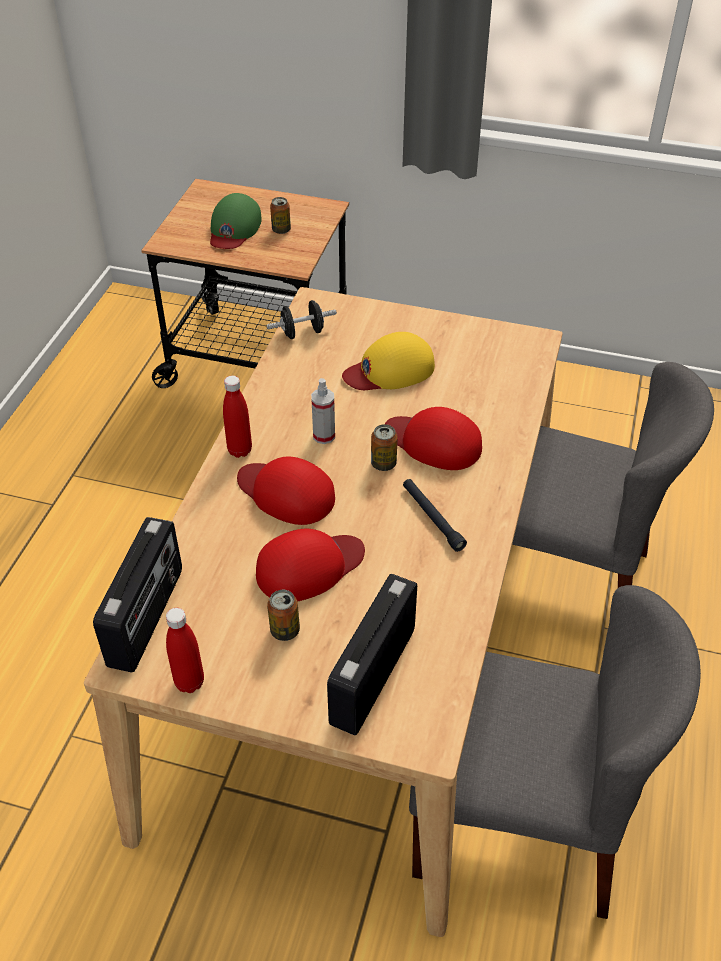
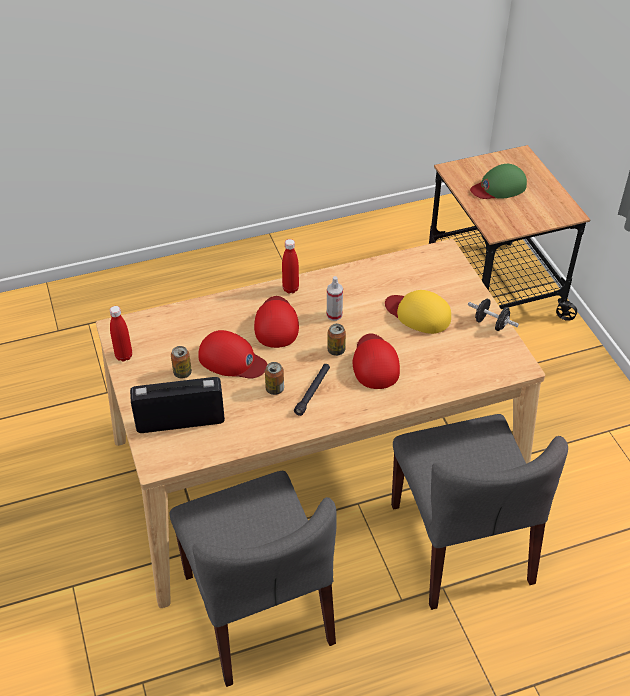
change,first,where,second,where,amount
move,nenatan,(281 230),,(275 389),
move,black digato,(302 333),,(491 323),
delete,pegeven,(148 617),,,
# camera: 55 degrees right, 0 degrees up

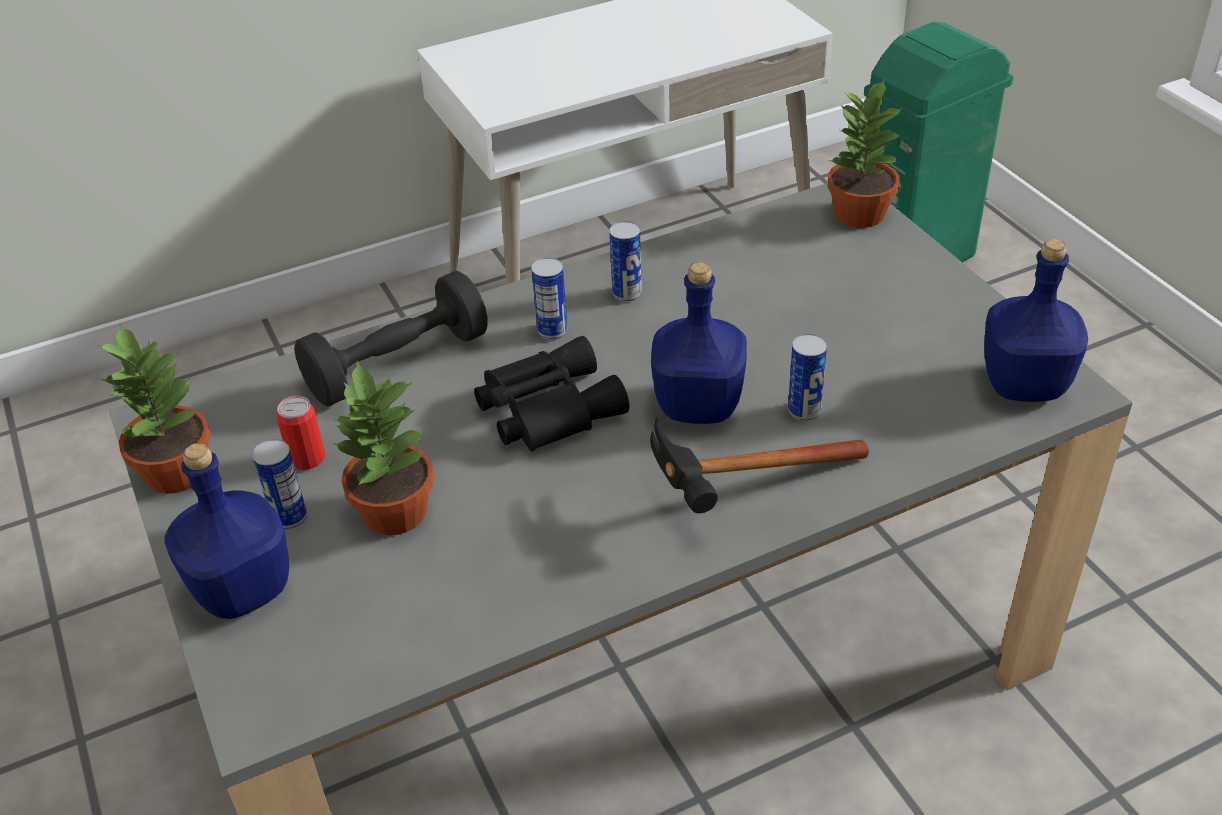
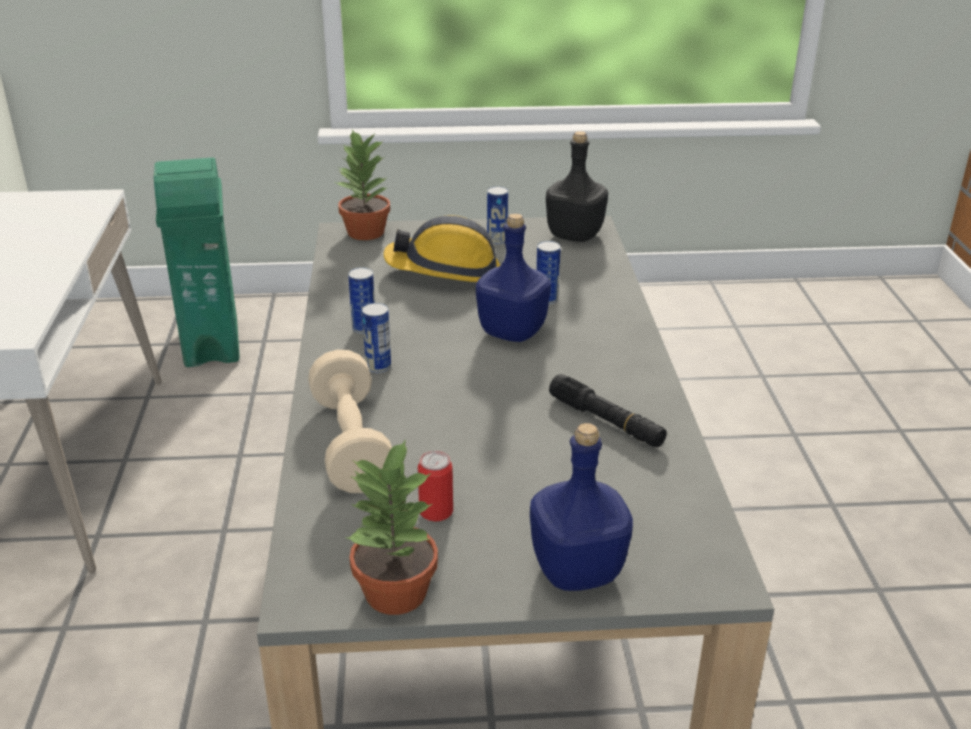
change,first,where,second,where,amount
recolor,black digato,(398 364),beige digato,(351 444),
insert,,,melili,(445 271),
move,nenatan,(290 518),,(497 240),
recolor,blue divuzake,(1023 383),black divuzake,(573 235),
insert,,,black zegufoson,(606 421),
delete,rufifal,(395 514),,,
delete,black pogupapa,(546 407),,,
delete,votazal,(739 495),,,
# camera: 70 degrees left, 10 degrees down

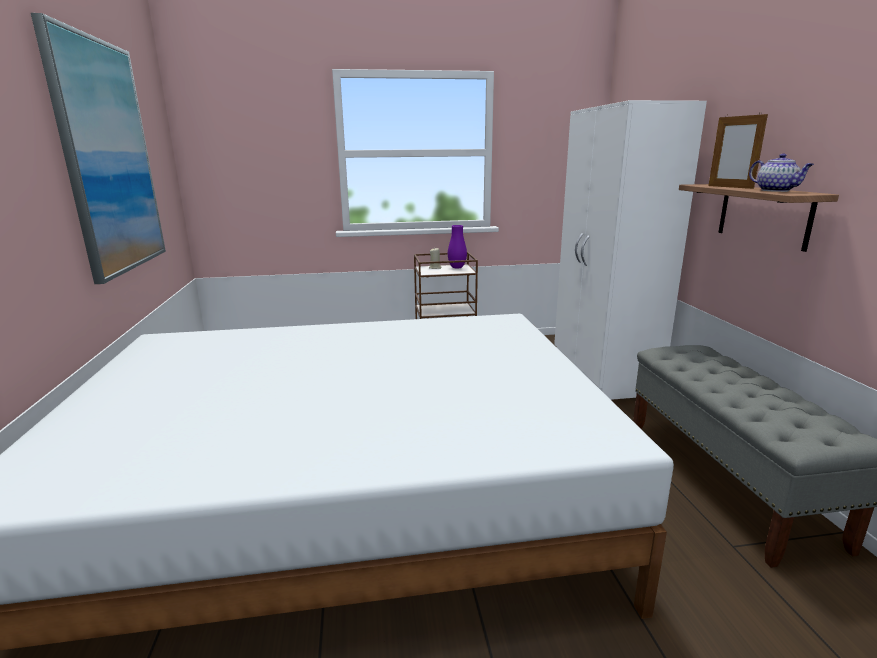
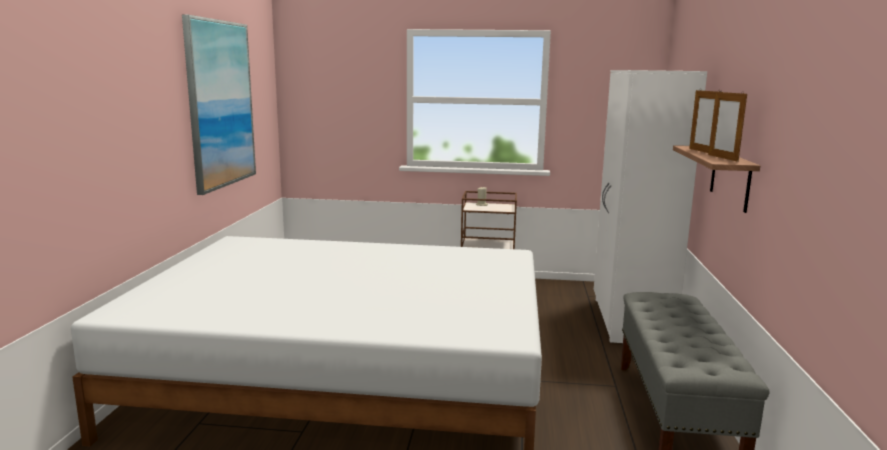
change,first,where,second,where,amount
replace,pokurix,(776 190),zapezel,(722 158),
delete,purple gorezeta,(457 267),,,
# camera: 15 degrees right, 5 degrees down

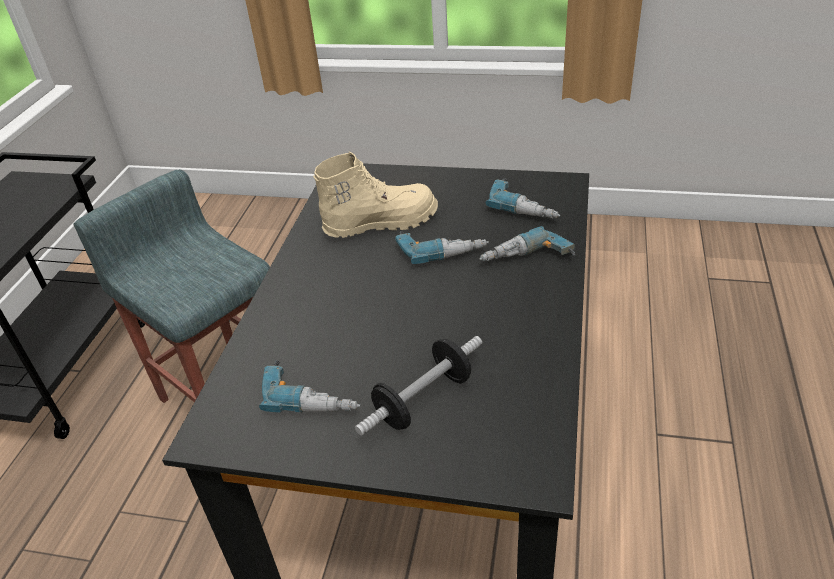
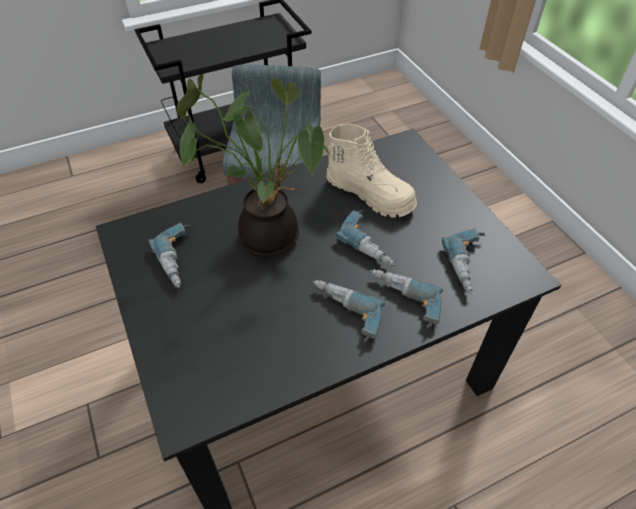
change,first,where,second,where,amount
insert,,,rufifal,(269 232),
insert,,,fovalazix,(343 314),
delete,digato,(423 400),,,
# camera: 50 degrees right, 10 degrees up

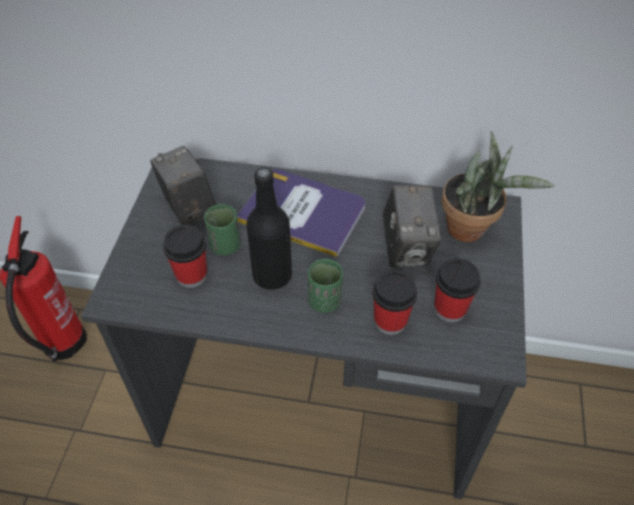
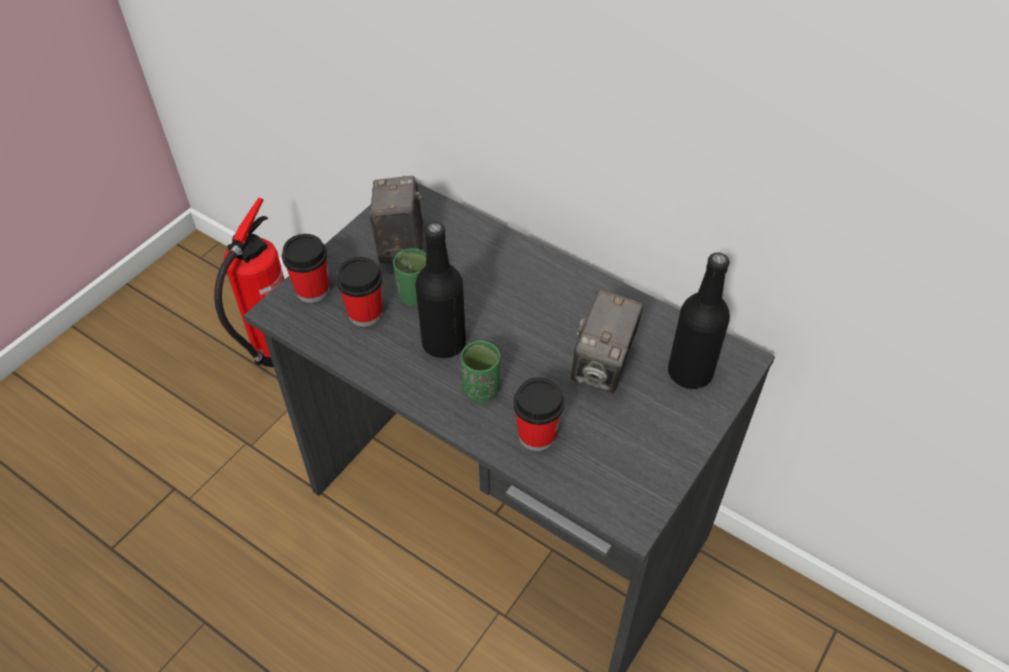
change,first,where,second,where,amount
move,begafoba,(450 309),,(312 290),
replace,rufifal,(471 230),black divuzake,(690 373),
delete,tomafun,(303 212),,,
# camera: 25 degrees right, 0 degrees up

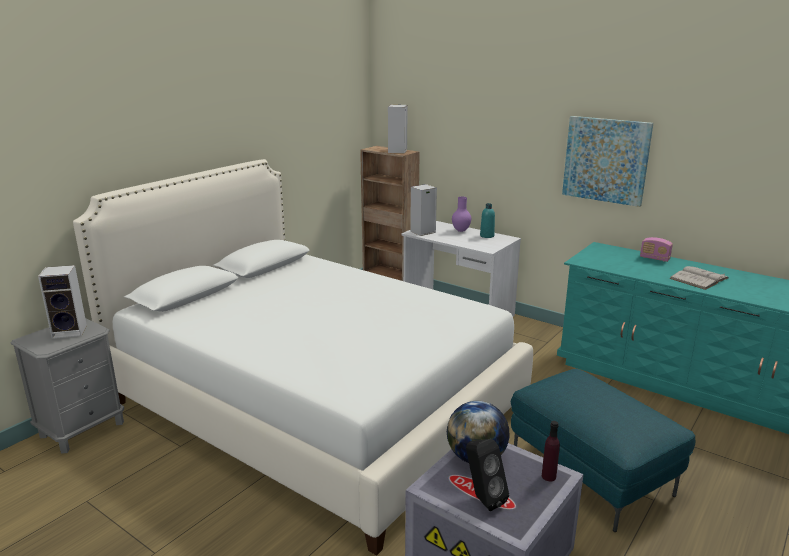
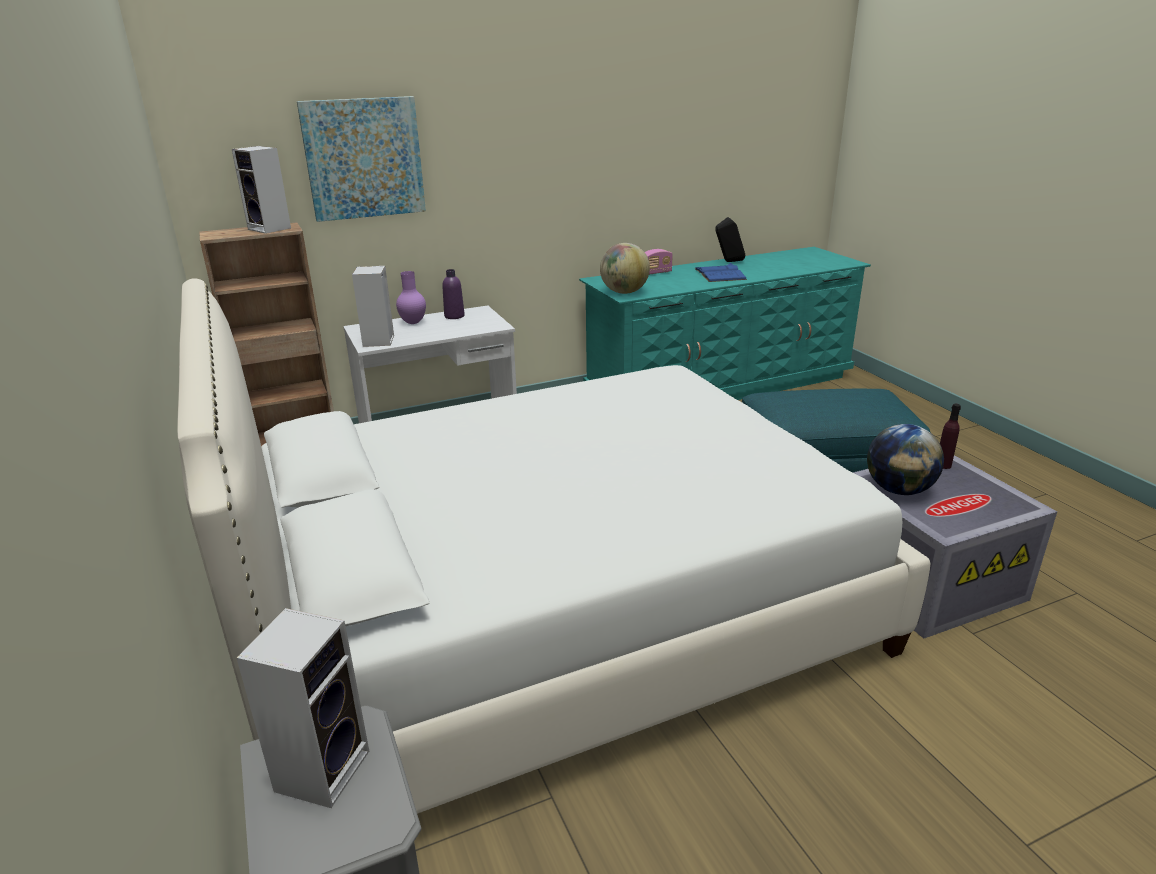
change,first,where,second,where,amount
move,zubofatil,(606 160),,(364 158),
recolor,turquoise divuzake,(487 236),purple divuzake,(454 316),
insert,,,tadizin,(624 292),
recolor,white tomafun,(699 278),blue tomafun,(720 274),
move,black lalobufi,(482 499),,(728 261),
# camera: 60 degrees left, 5 degrees up

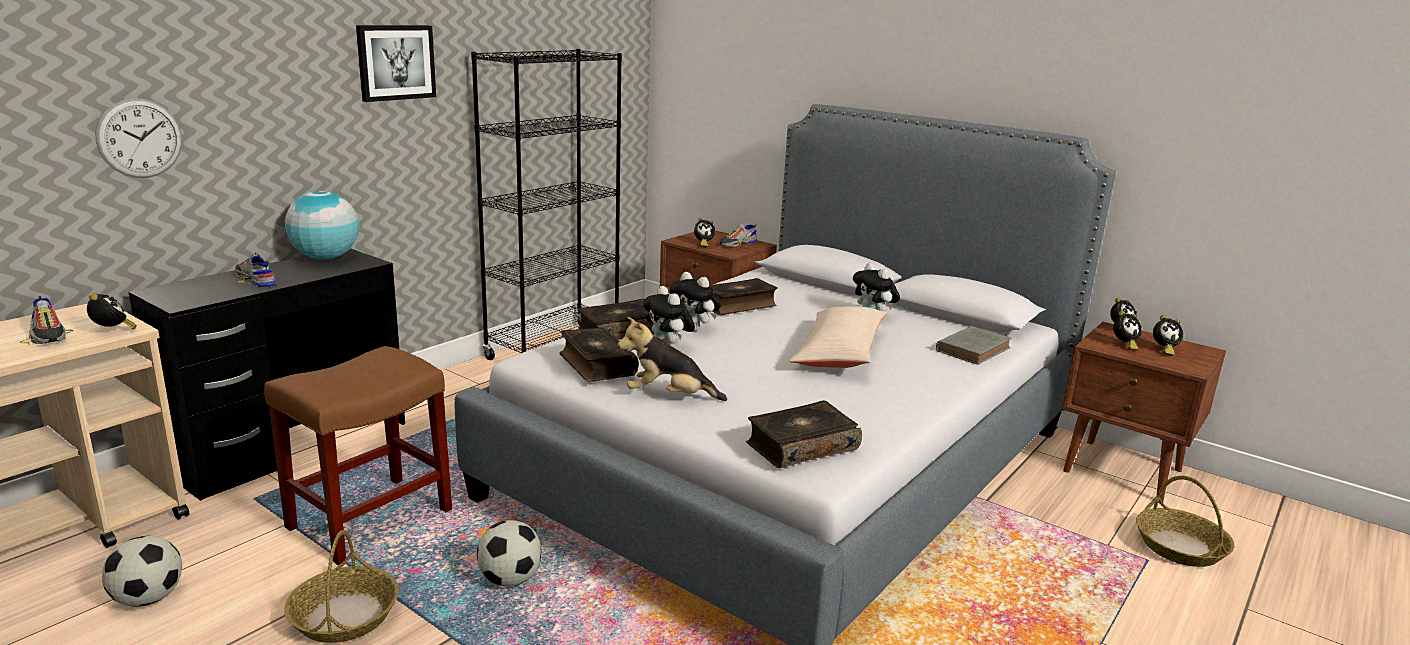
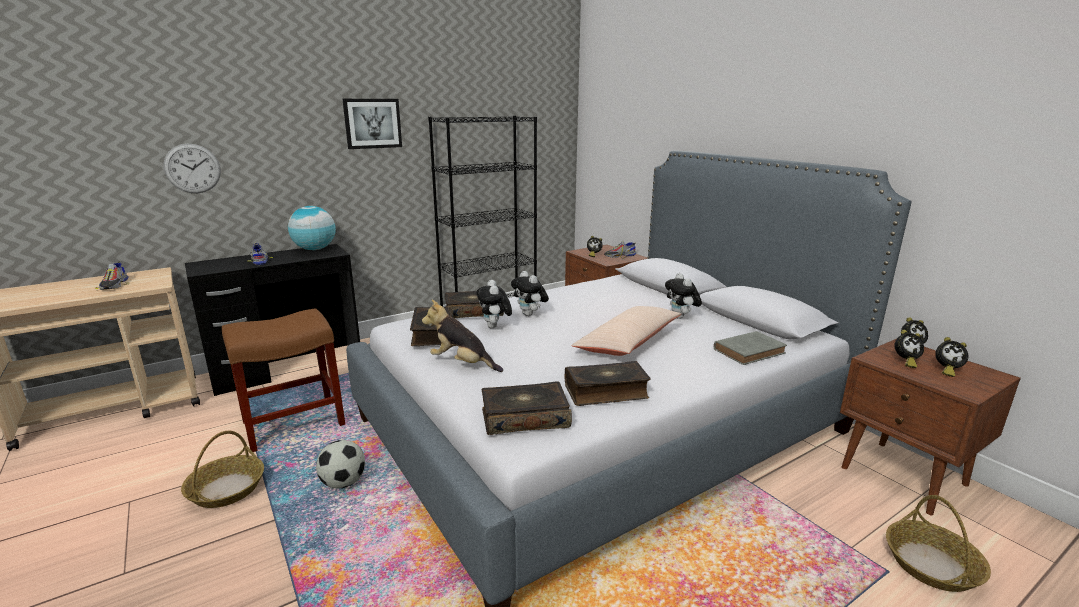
change,first,where,second,where,amount
move,tomafun,(737 305),,(606 392),
delete,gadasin,(113 331),,,
delete,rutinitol,(148 598),,,
# camera: 20 degrees right, 0 degrees up

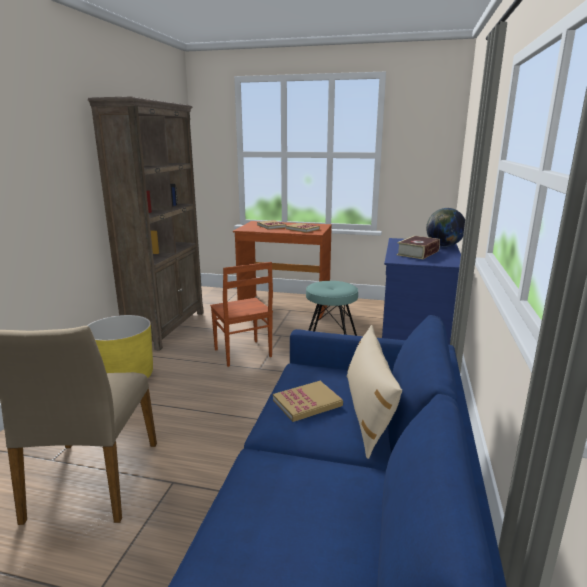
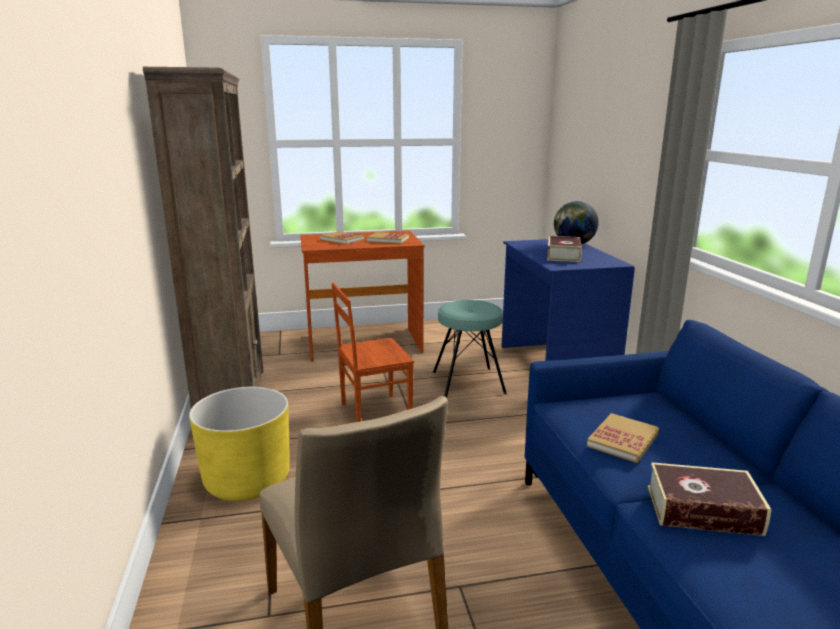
change,first,where,second,where,amount
rotate,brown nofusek,(242 353),,(374 412),120 degrees clockwise
insert,,,tomafun,(703 510),
delete,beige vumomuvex,(368 412),,,
# camera: 25 degrees left, 0 degrees up

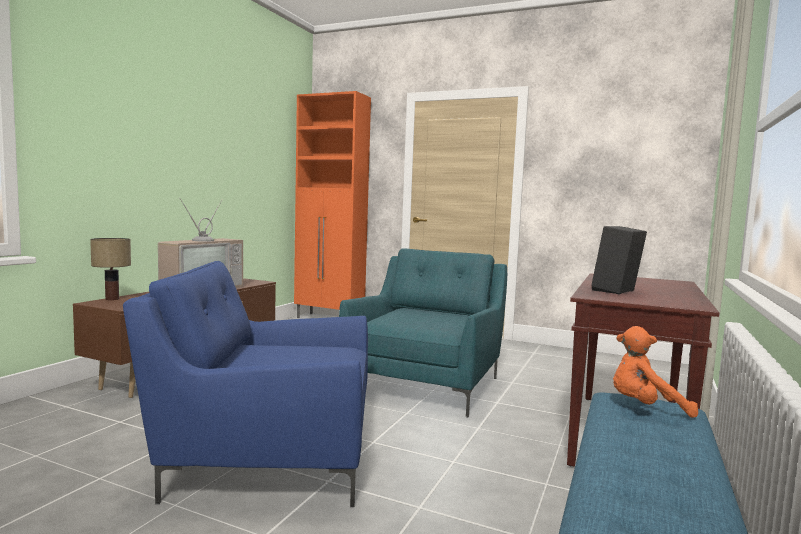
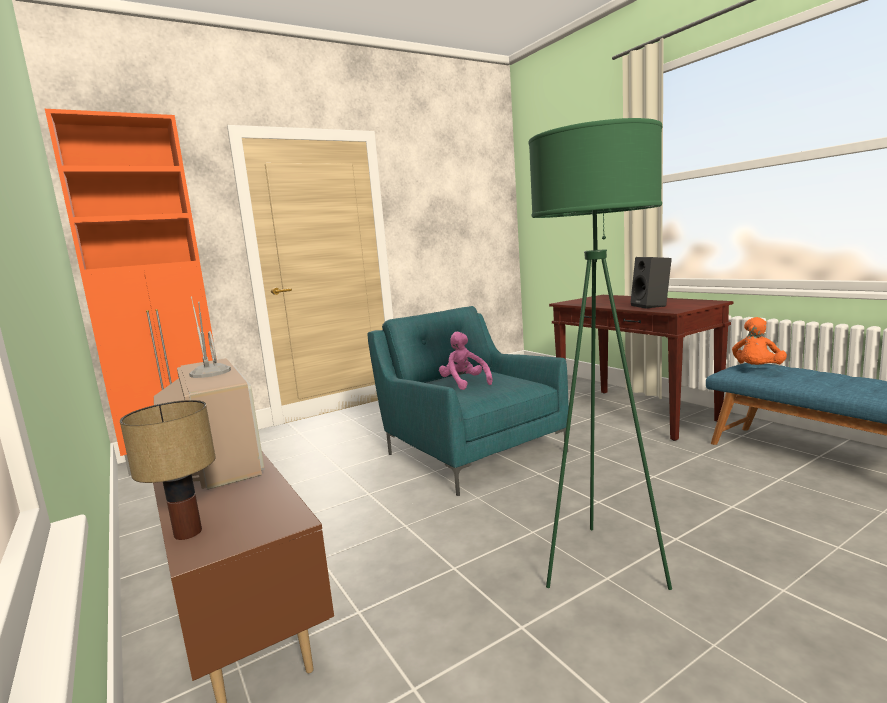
change,first,where,second,where,amount
insert,,,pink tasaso,(464 383),
replace,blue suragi,(266 454),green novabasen,(601 565),
# camera: 55 degrees left, 5 degrees up

